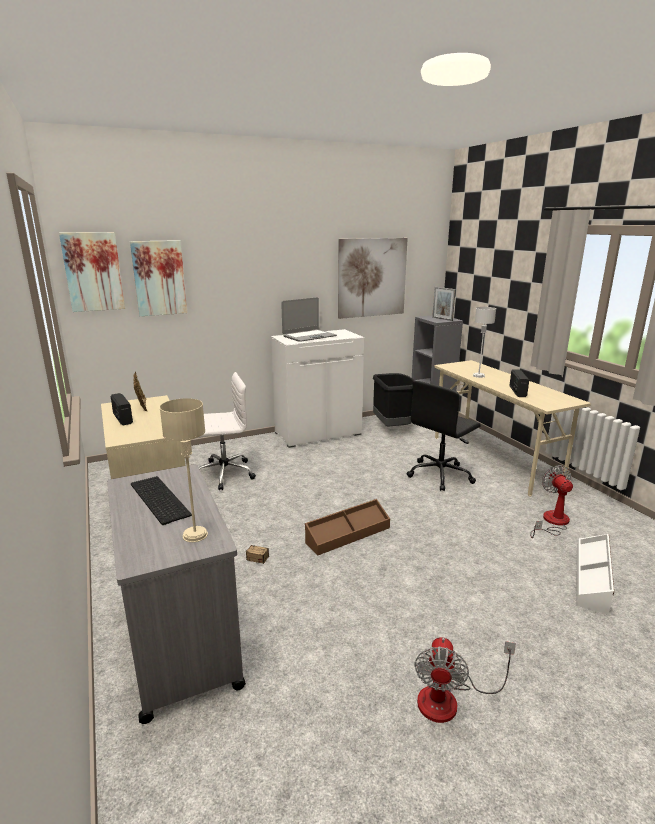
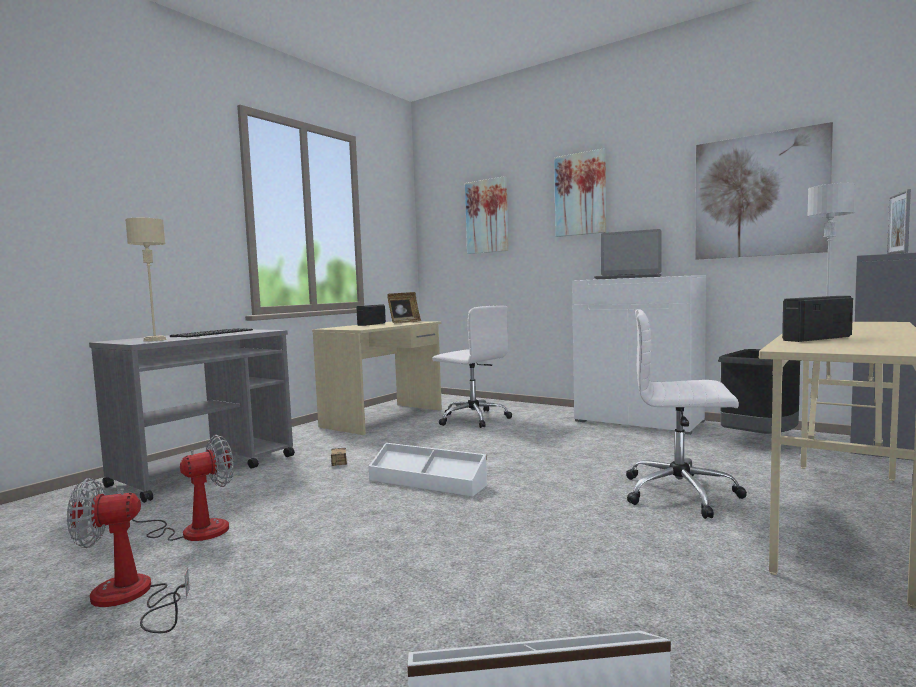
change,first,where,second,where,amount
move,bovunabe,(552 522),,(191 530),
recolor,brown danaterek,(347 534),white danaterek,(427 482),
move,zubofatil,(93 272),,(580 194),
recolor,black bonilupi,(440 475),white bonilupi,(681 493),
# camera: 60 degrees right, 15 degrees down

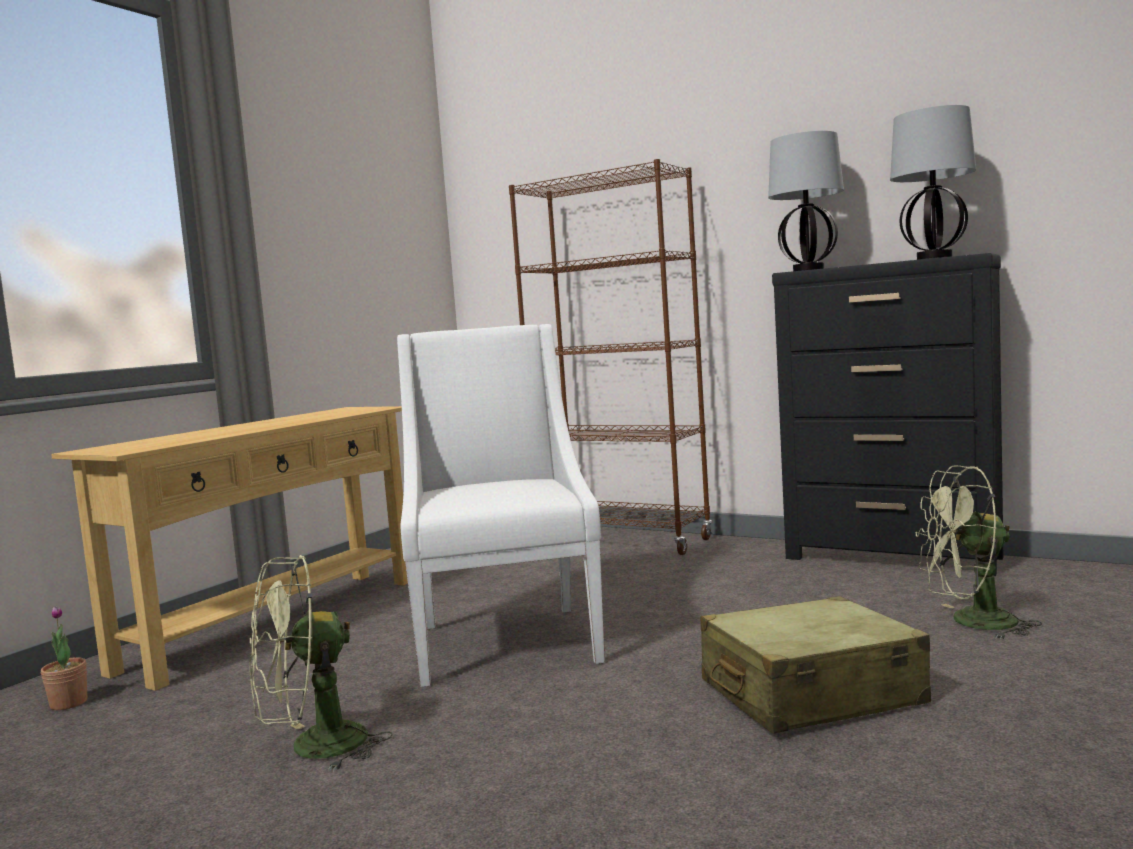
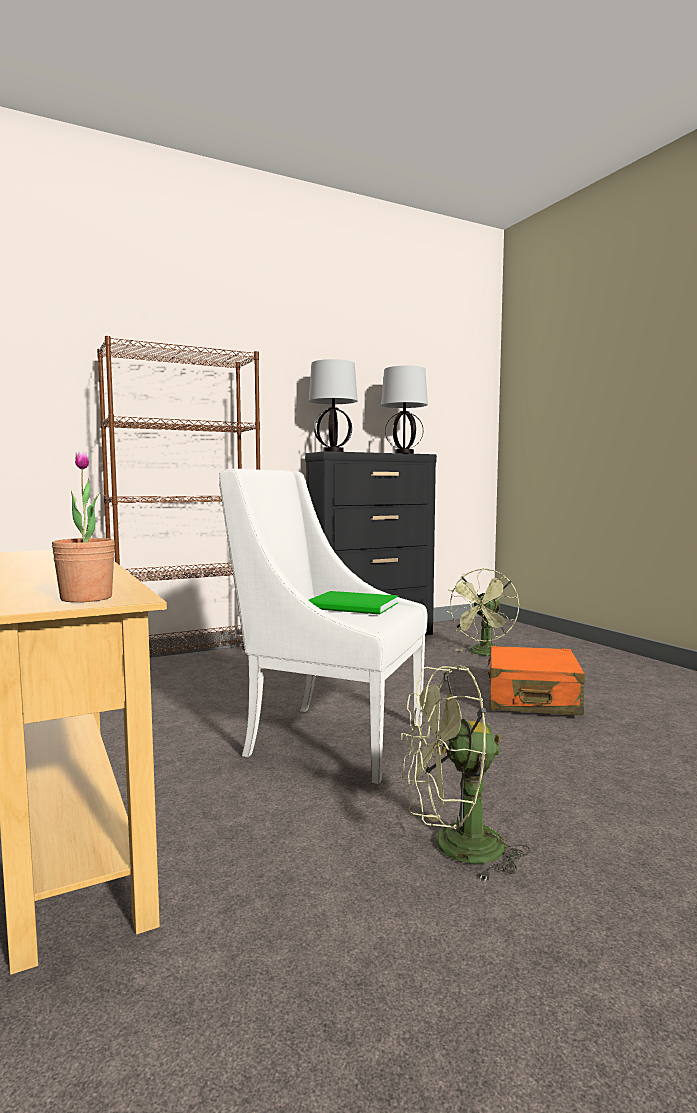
change,first,where,second,where,amount
move,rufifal,(68 703),,(86 598),
insert,,,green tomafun,(354 606),
rotate,green bovunabe,(313 749),,(454 848),75 degrees clockwise
recolor,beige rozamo,(810 694),orange rozamo,(532 699),
# camera: 60 degrees left, 0 degrees up

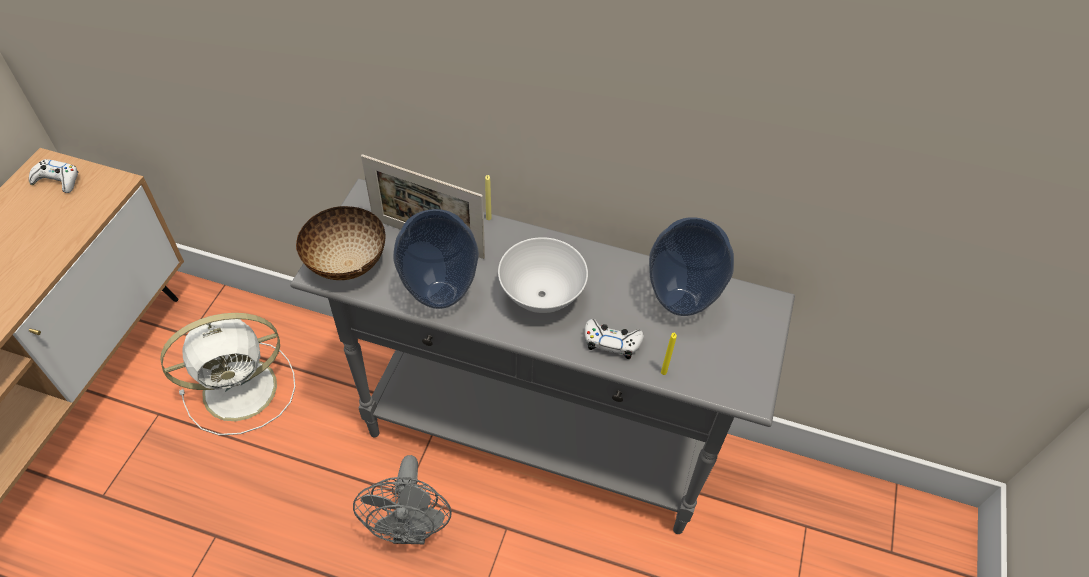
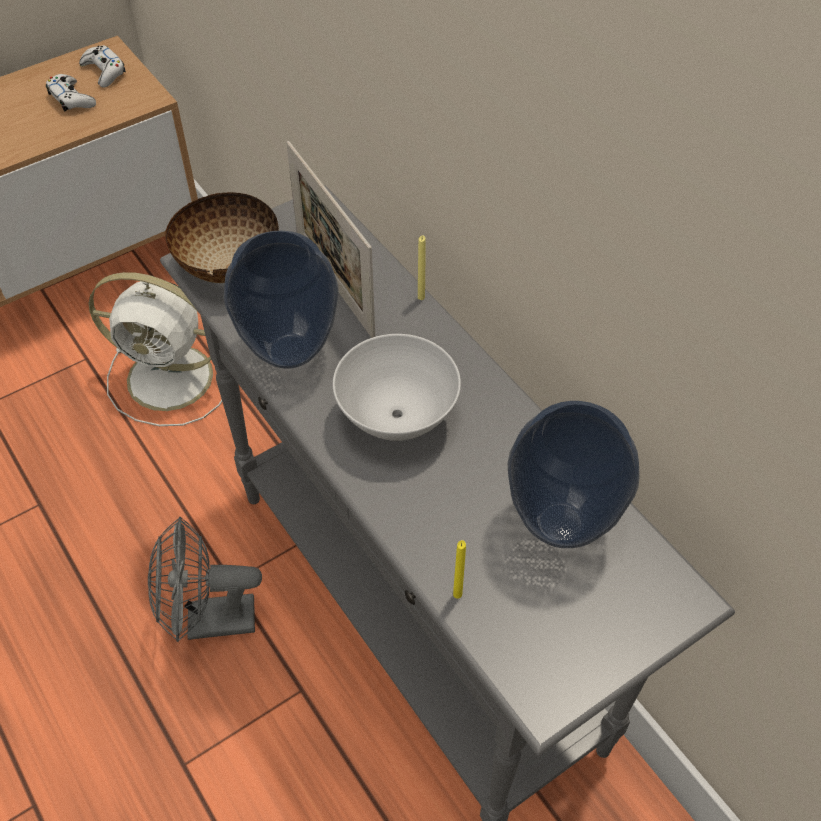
change,first,where,second,where,amount
move,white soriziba,(612 342),,(71 99),
rotate,grey bovunabe,(411 528),,(209 621),45 degrees clockwise
# camera: 40 degrees right, 0 degrees up

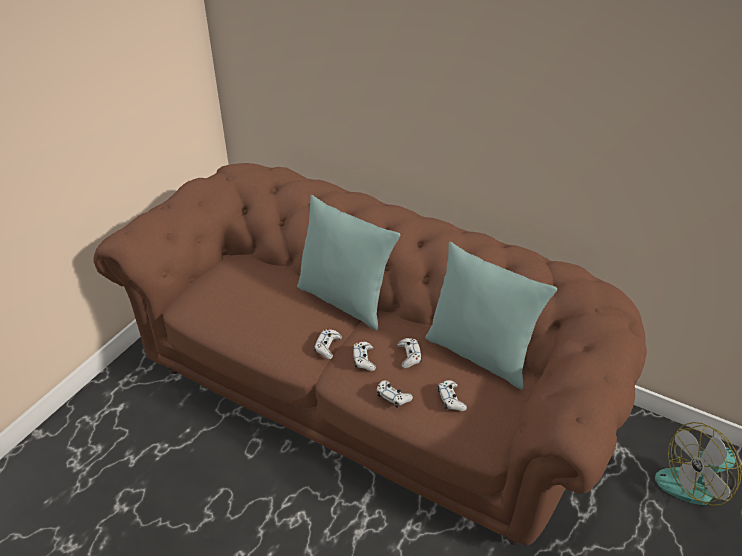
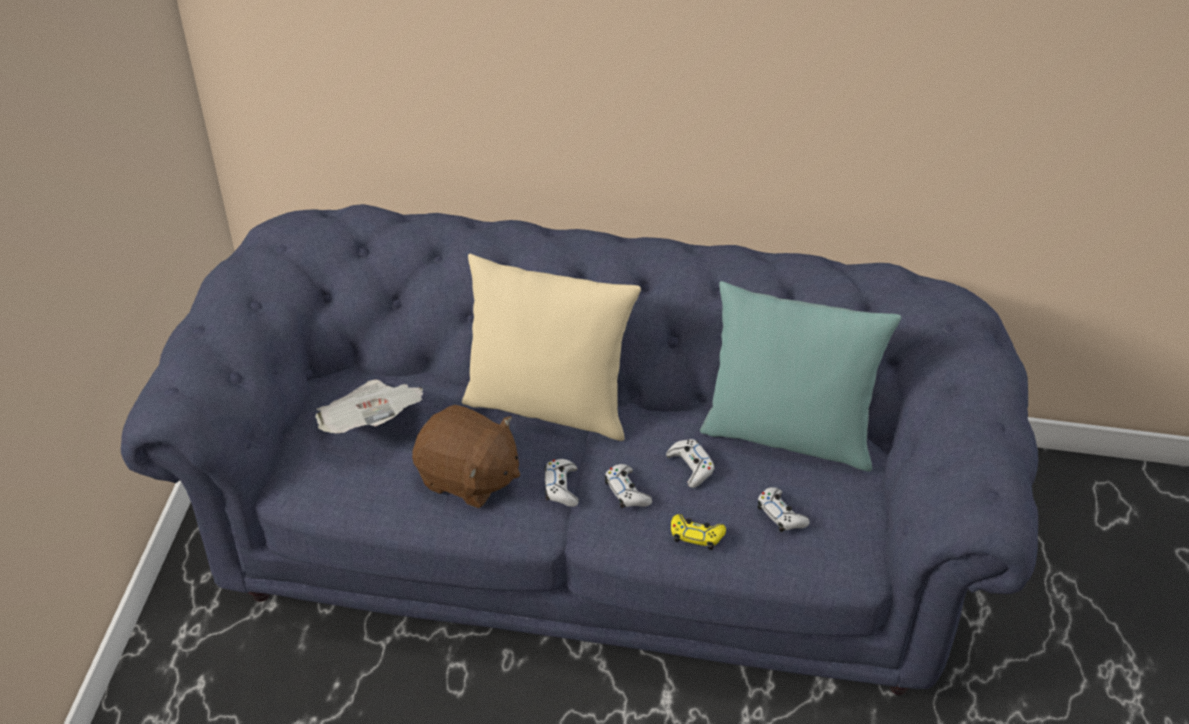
change,first,where,second,where,amount
recolor,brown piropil,(369 390),blue piropil,(595 533),
insert,,,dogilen,(371 425),
insert,,,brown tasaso,(468 477),
recolor,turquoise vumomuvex,(345 300),beige vumomuvex,(549 405),
recolor,white soriziba,(393 396),yellow soriziba,(696 535),
delete,bovunabe,(696 481),,,
# camera: 20 degrees left, 5 degrees up

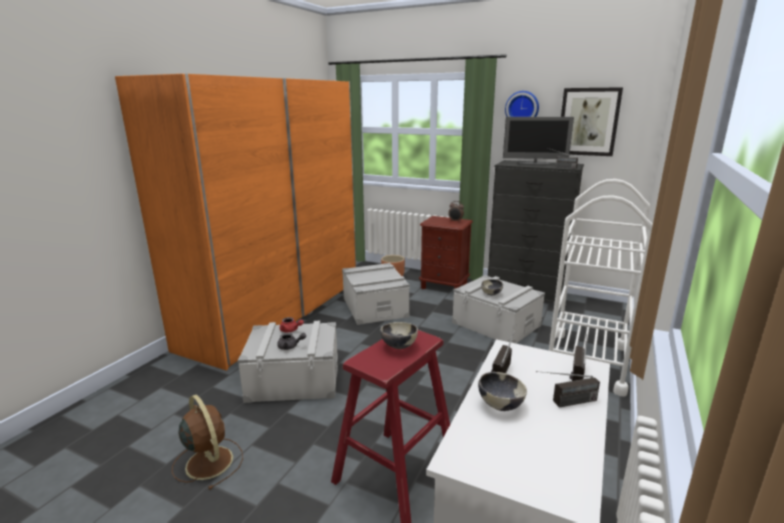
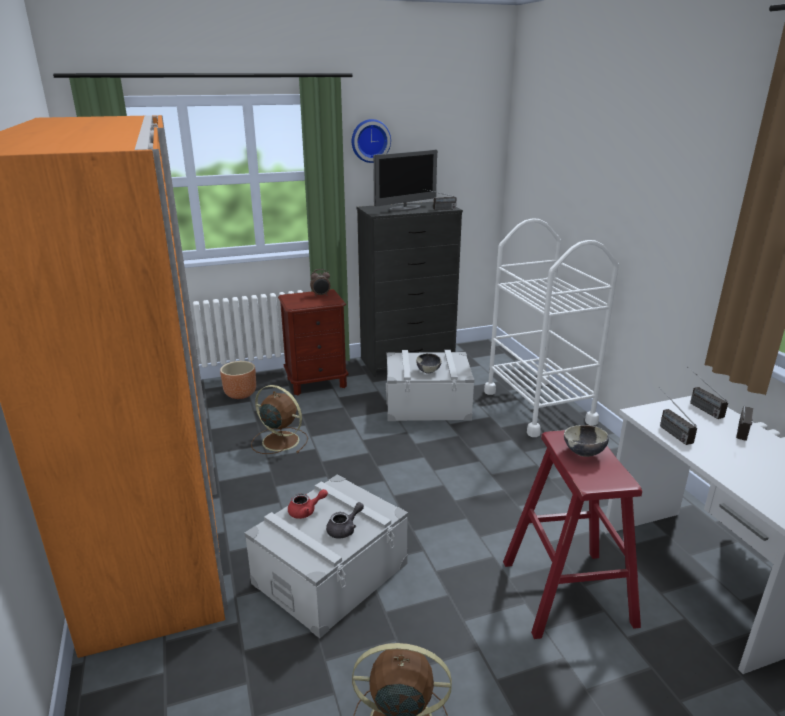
change,first,where,second,where,amount
replace,grey danaterek,(374 307),brown bovunabe,(279 440),
delete,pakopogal,(500 405),,,
delete,zubofatil,(588 122),,,
# camera: 45 degrees left, 5 degrees up

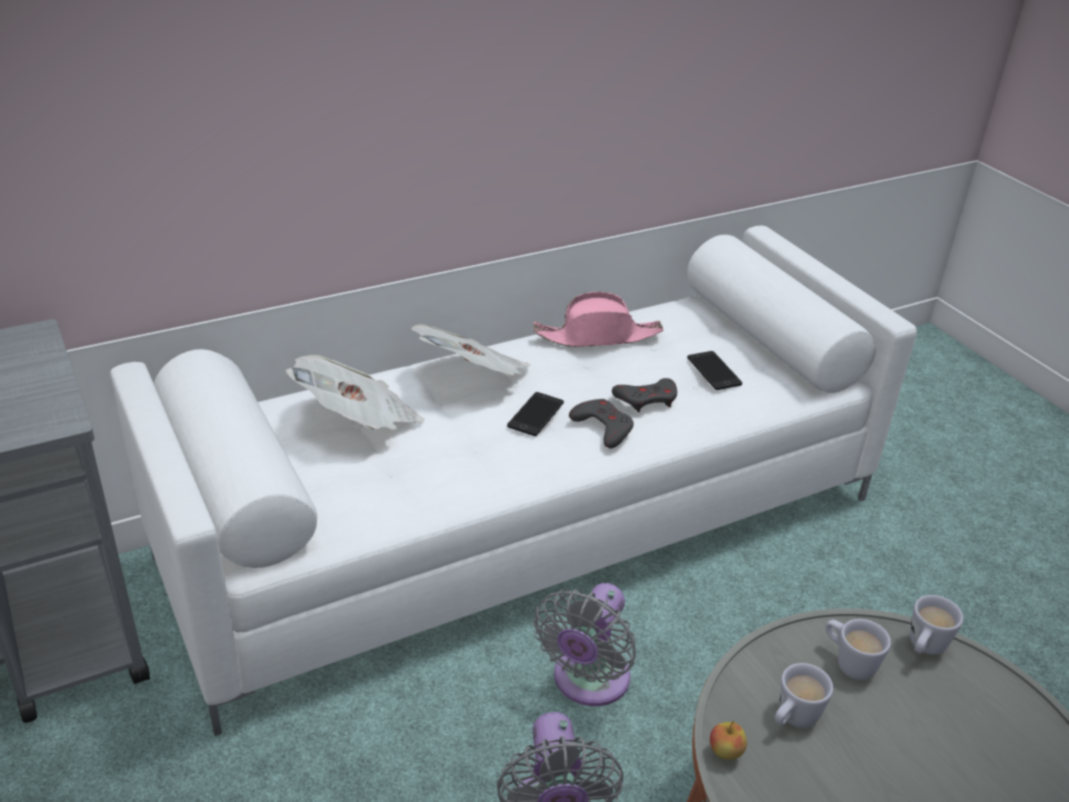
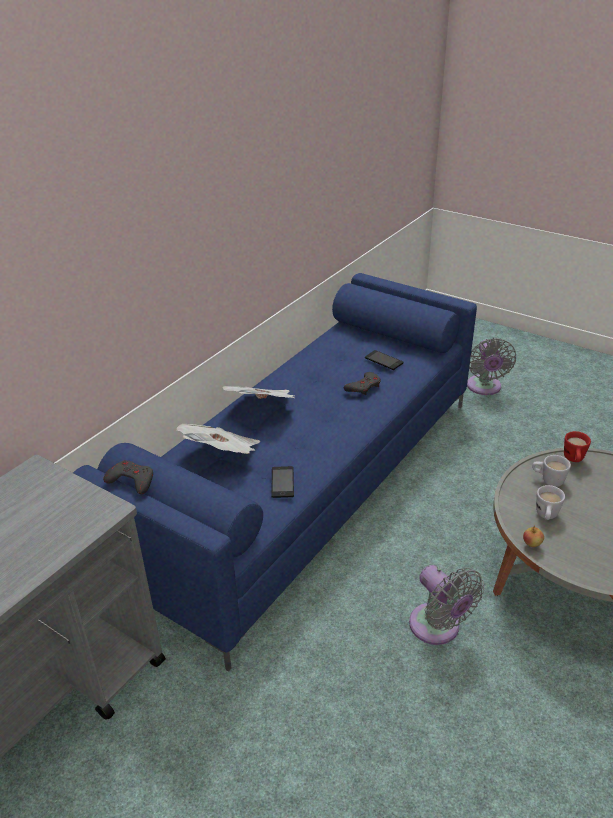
change,first,where,second,where,amount
recolor,white piropil,(528 525),blue piropil,(308 485),
move,grey soriziba,(603 427),,(131 480),
move,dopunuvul,(535 414),,(282 482),
move,grey bovunabe,(587 682),,(484 388),
recolor,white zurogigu,(923 648),red zurogigu,(573 460),
delete,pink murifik,(598 336),,,
# camera: 25 degrees left, 0 degrees up

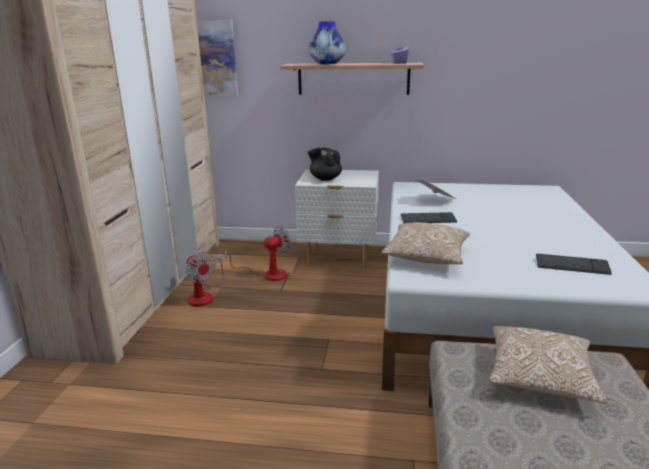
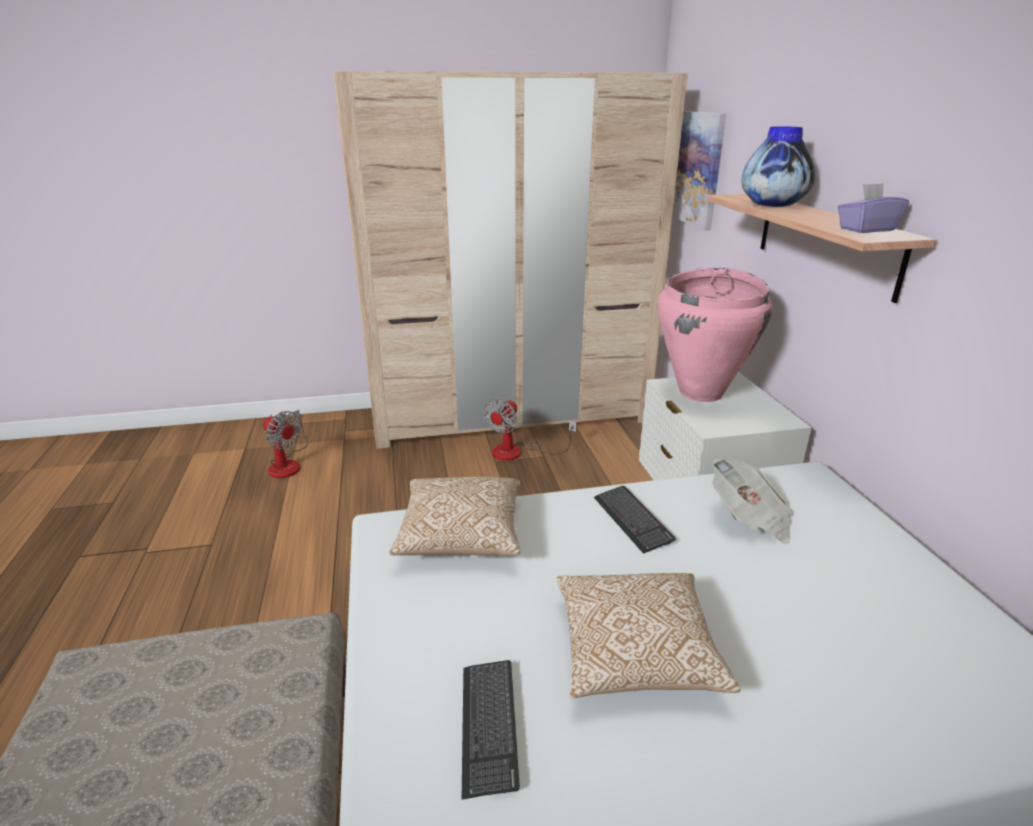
change,first,where,second,where,amount
move,bovunabe,(267 274),,(287 463),
move,vumomuvex,(539 378),,(636 651),
replace,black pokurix,(325 179),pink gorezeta,(701 393),
# camera: 70 degrees right, 5 degrees up

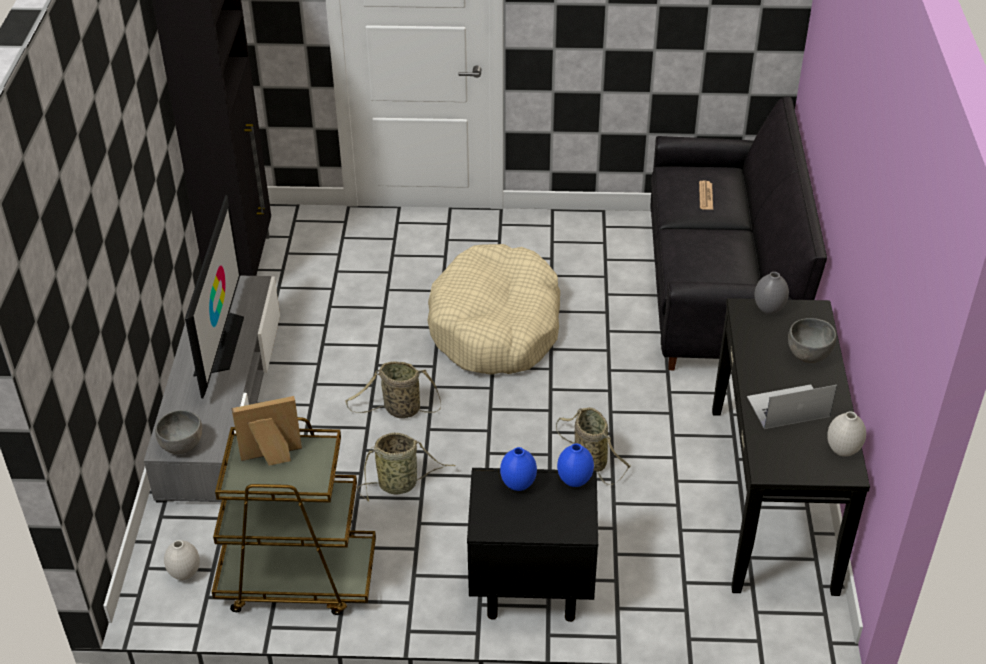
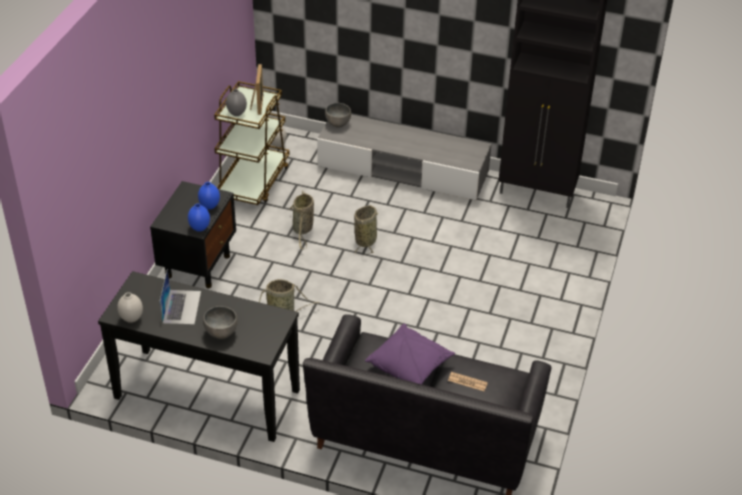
change,first,where,second,where,amount
move,grey gorezeta,(768 309),,(237 113),
insert,,,purple vumomuvex,(409 365),
delete,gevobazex,(220 342),,,
delete,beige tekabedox,(496 326),,,
# camera: 105 degrees right, 0 degrees up

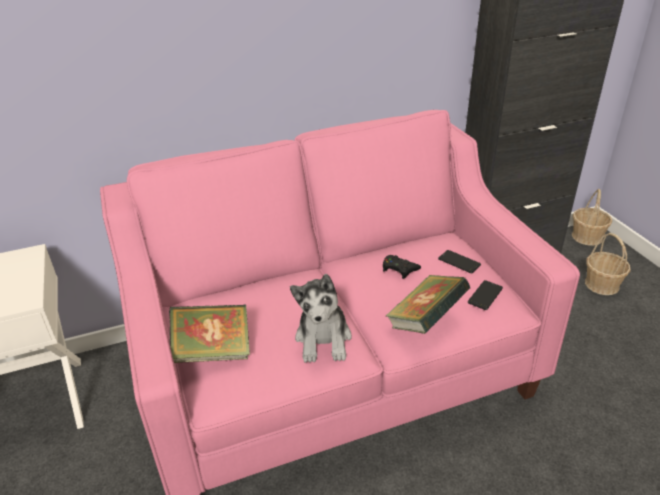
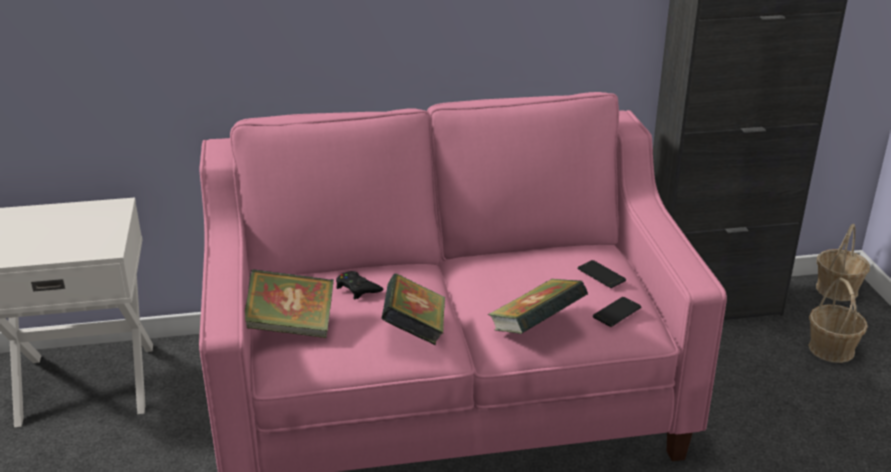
change,first,where,second,where,amount
move,black soriziba,(399 269),,(357 289),
replace,tasaso,(323 339),tomafun,(415 331),
# camera: 10 degrees right, 5 degrees down

